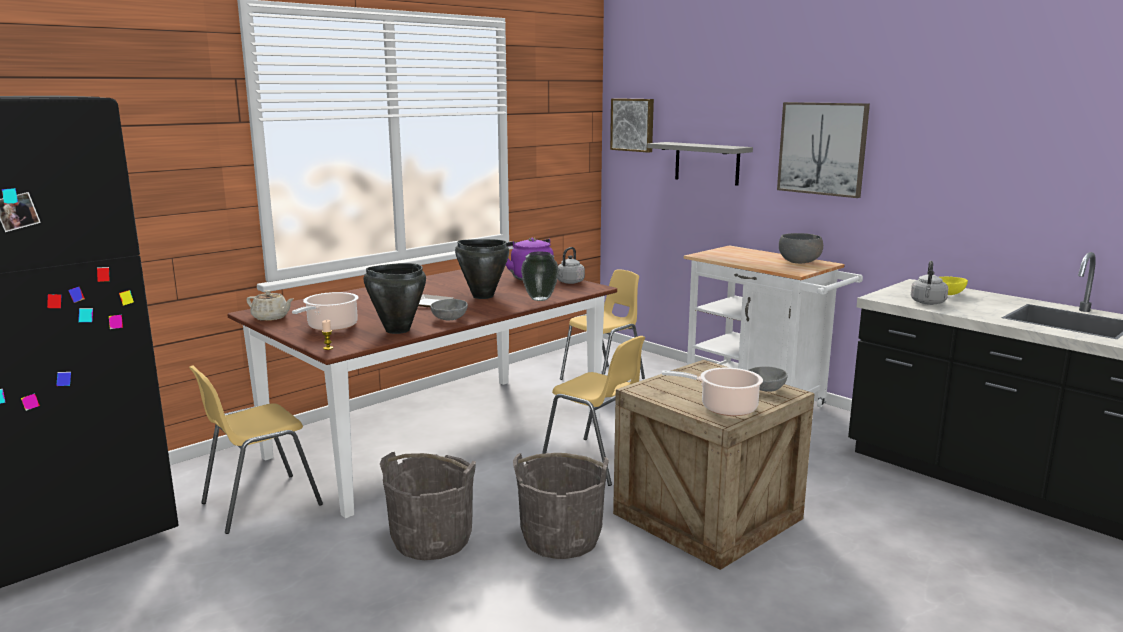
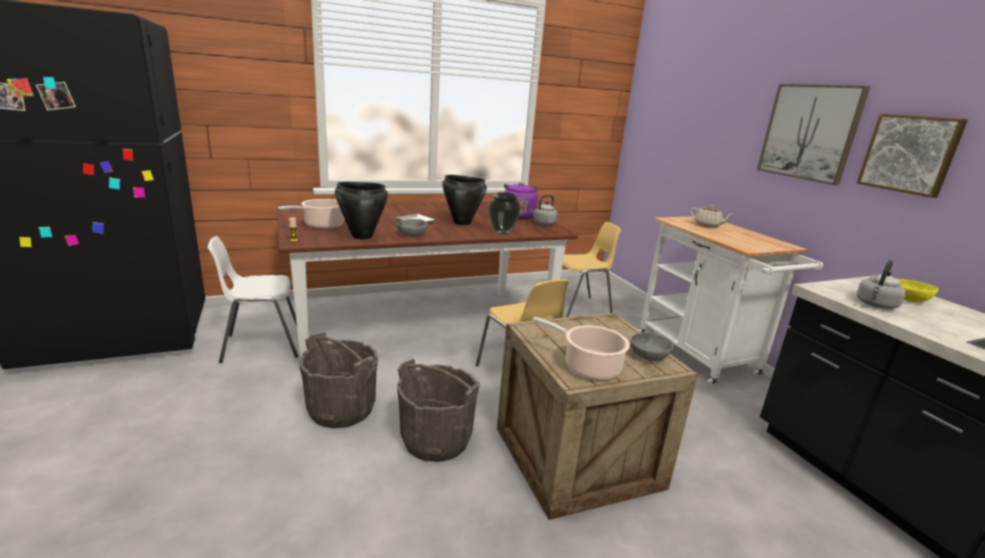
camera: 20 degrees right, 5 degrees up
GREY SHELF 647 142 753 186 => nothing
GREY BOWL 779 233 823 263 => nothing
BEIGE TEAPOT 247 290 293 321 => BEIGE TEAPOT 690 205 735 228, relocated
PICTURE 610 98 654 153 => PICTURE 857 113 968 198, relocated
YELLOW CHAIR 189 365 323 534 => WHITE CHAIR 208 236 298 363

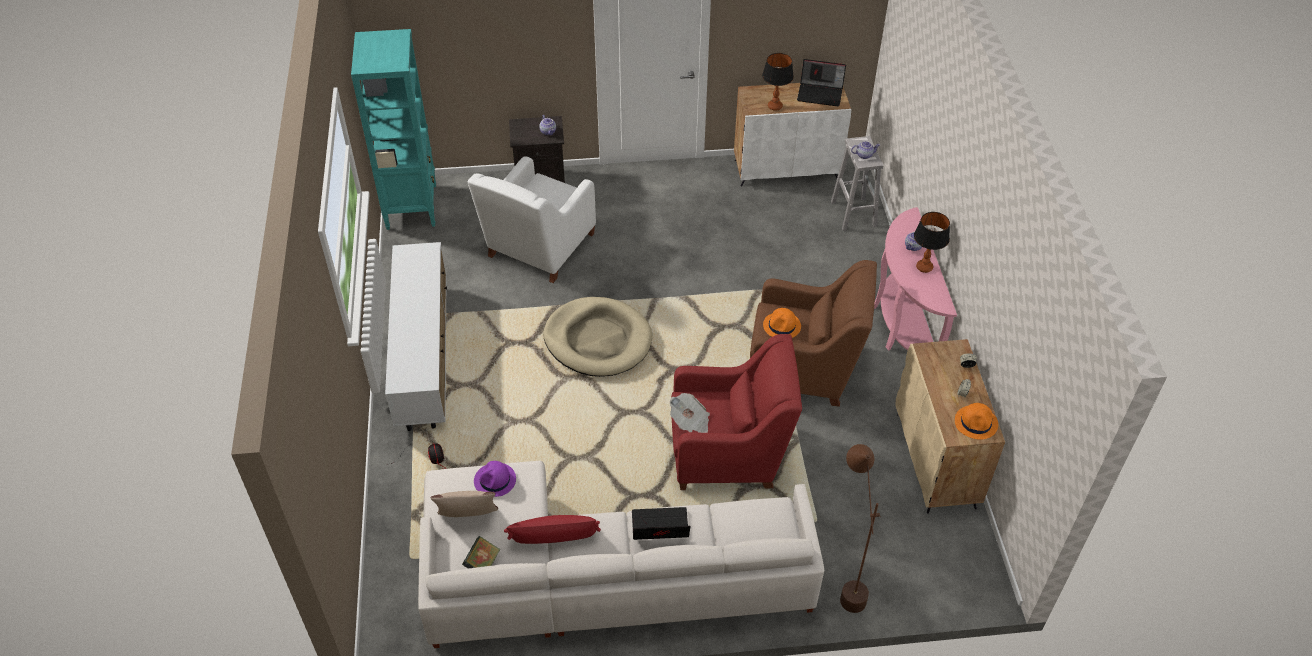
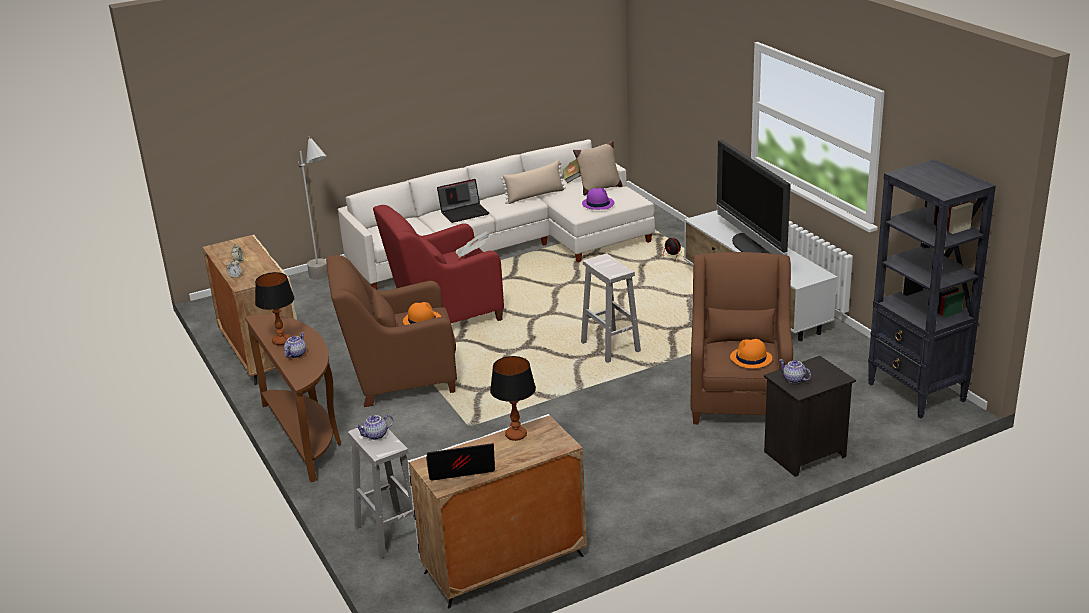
camera: 160 degrees right, 20 degrees down
nothing => TELEVISION 717 140 791 255
ORANGE HAT 955 403 998 440 => ORANGE HAT 730 339 772 368, relocated
BEIGE DOG BED 543 297 652 377 => WHITE STOOL 581 253 641 363
TURQUOISE BOOKCASE 351 29 436 230 => BLACK BOOKCASE 868 159 996 419
WHITE ARMCHAIR 468 156 596 283 => BROWN ARMCHAIR 691 252 793 424
RED PILLOW 504 515 601 544 => BEIGE PILLOW 500 160 566 204
BROWN FLOOR LAMP 840 444 881 613 => GREY FLOOR LAMP 298 136 328 280
PINK CONSOLE TABLE 874 207 957 351 => BROWN CONSOLE TABLE 245 315 341 482

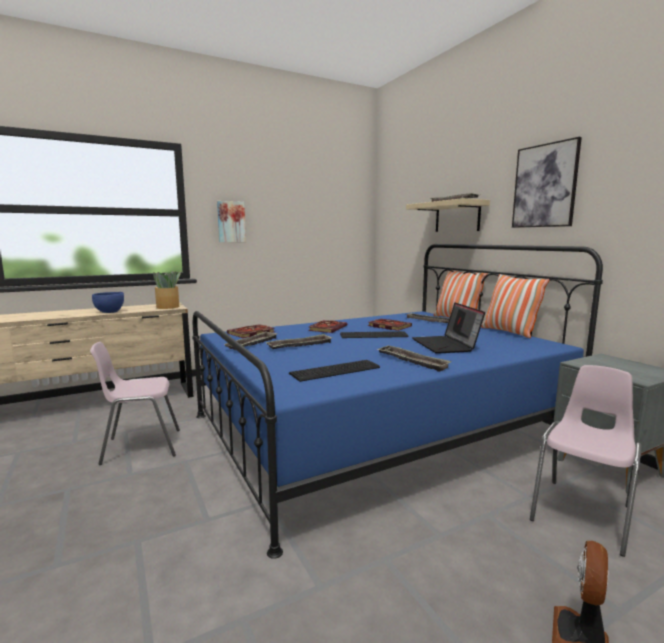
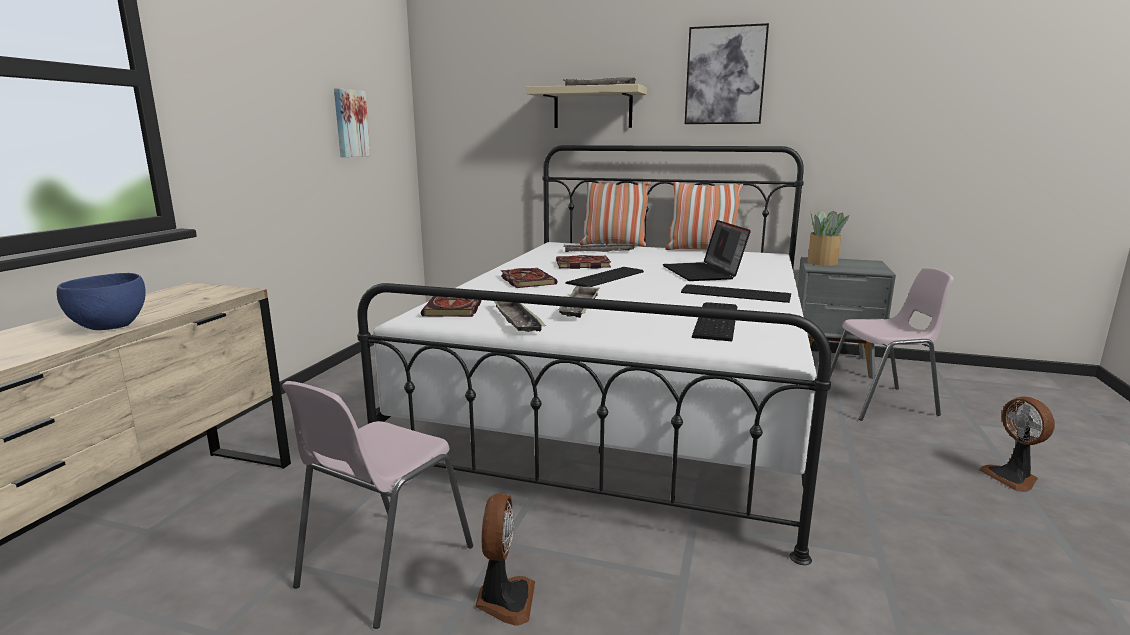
camera: 45 degrees left, 5 degrees up
nothing => FAN 475 493 535 626
POTTED PLANT 153 271 181 309 => POTTED PLANT 807 210 849 266, relocated
PICTURE 217 201 246 242 => PICTURE 334 88 371 157, relocated
TRAY 377 346 452 372 => KEYBOARD 681 284 791 303
BLUE BED 192 244 603 559 => WHITE BED 357 145 831 565
LAPTOP 412 303 485 354 => LAPTOP 663 220 751 281, 45 degrees clockwise
PINK CHAIR 530 365 641 557 => PINK CHAIR 829 268 954 421, 90 degrees clockwise

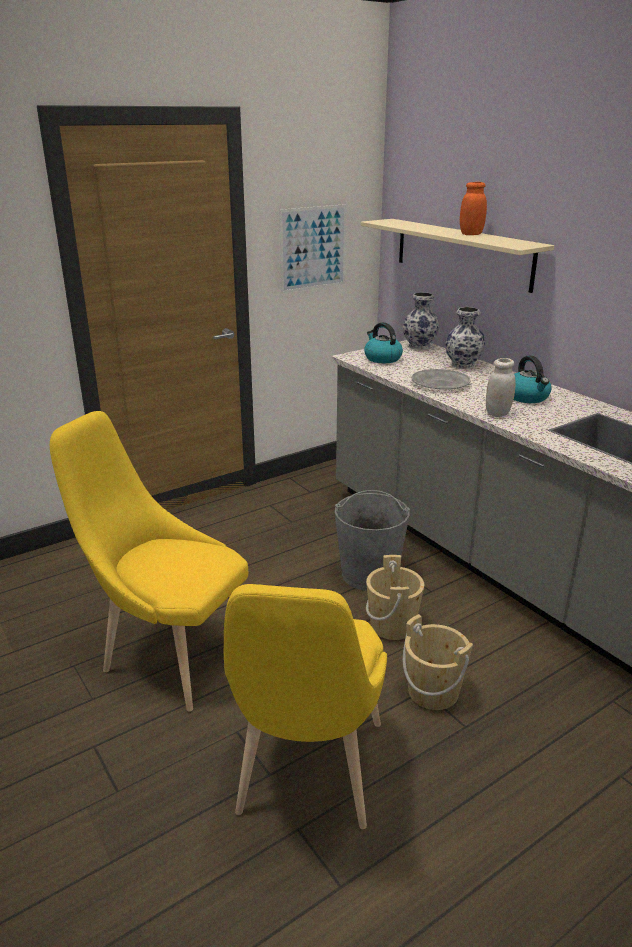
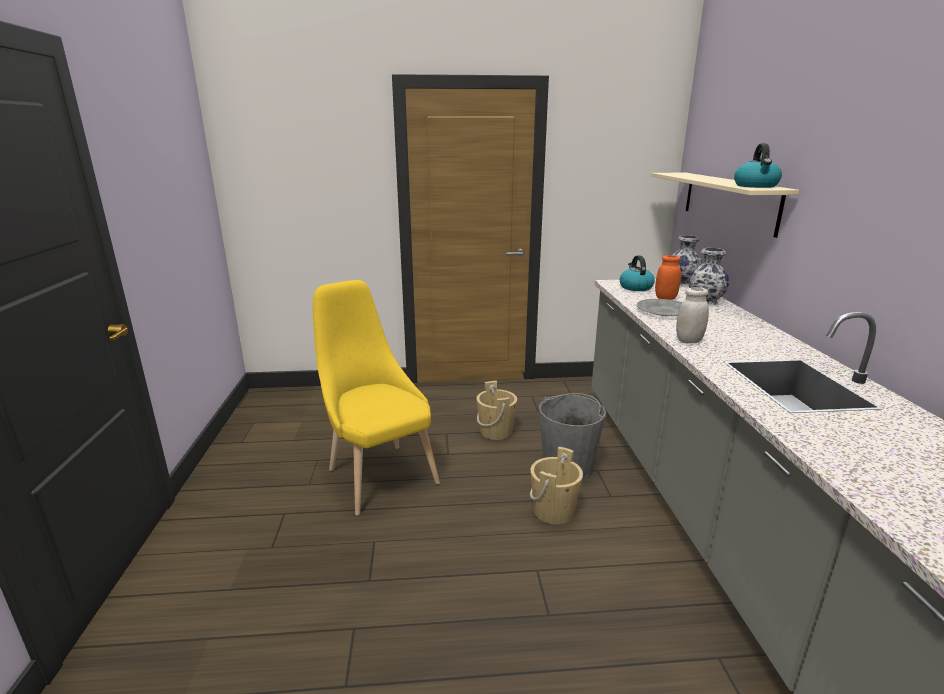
camera: 30 degrees right, 5 degrees down
YELLOW CHAIR 224 584 387 829 => nothing
PICTURE 279 204 346 293 => nothing
BEIGE BUCKET 403 614 473 710 => BEIGE BUCKET 476 381 517 440, relocated
ORANGE JAR 460 182 487 235 => ORANGE JAR 655 255 681 300, relocated
KETTLE 514 356 552 403 => KETTLE 734 143 782 188, relocated

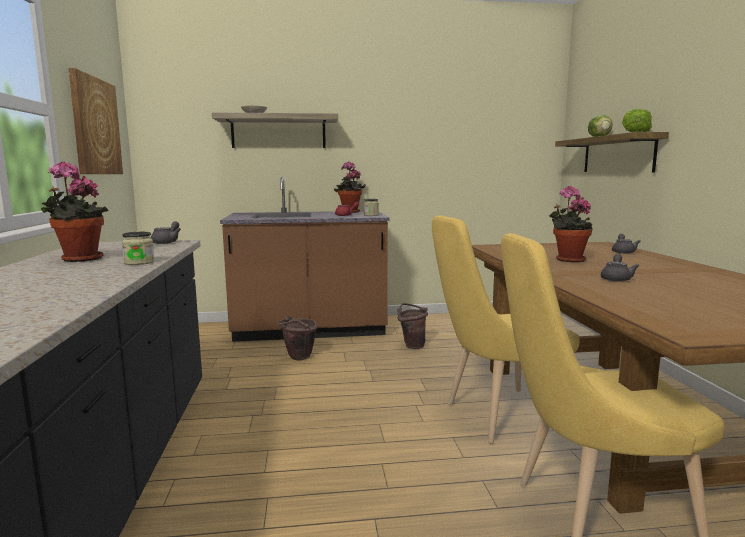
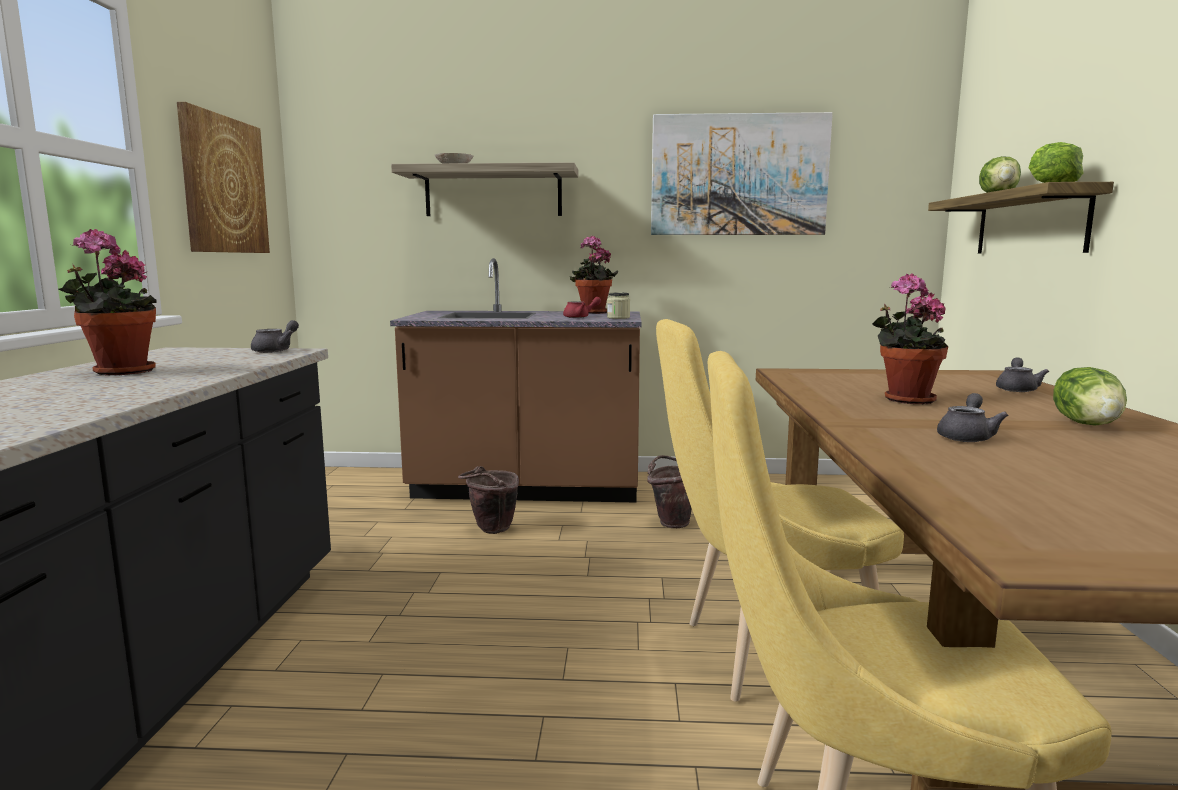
camera: 10 degrees right, 0 degrees up
JAR 122 232 154 265 => nothing
nothing => PICTURE 651 112 833 235
nothing => LETTUCE 1053 367 1127 425

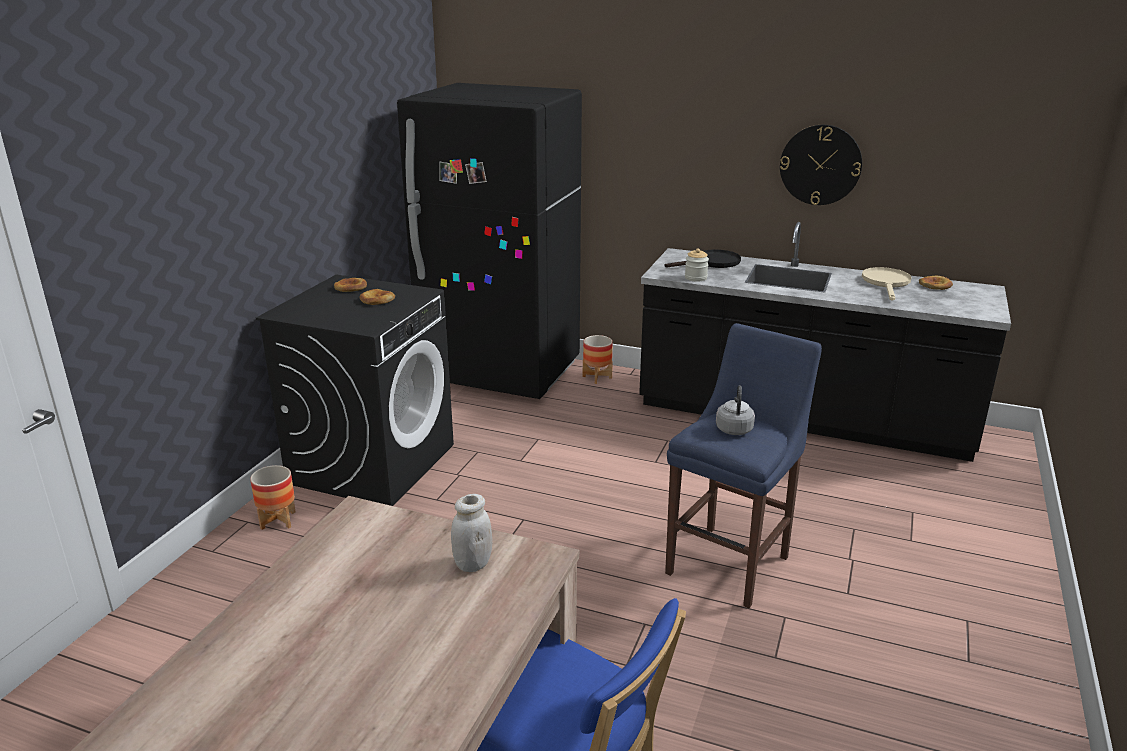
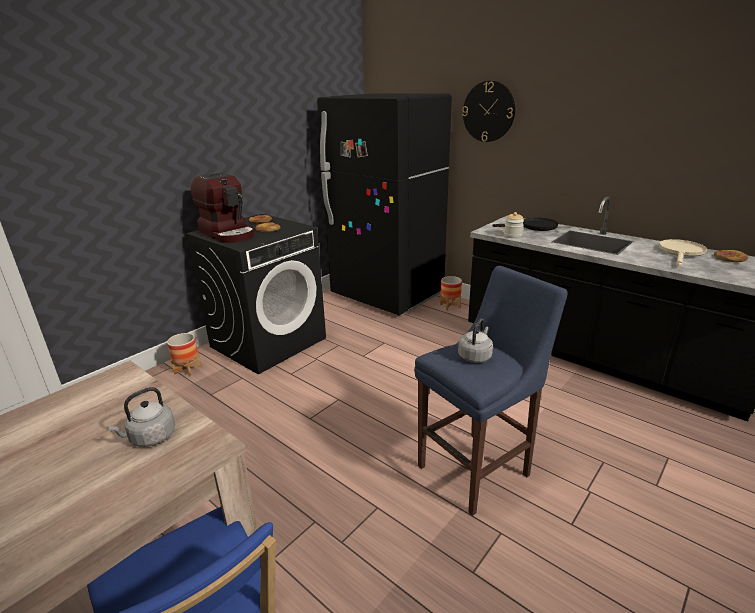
camera: 20 degrees right, 0 degrees up
nothing => COFFEE MACHINE 191 173 255 243
WALL CLOCK 780 125 862 205 => WALL CLOCK 462 81 515 142, relocated
WHITE JAR 451 494 492 572 => GREY KETTLE 107 387 175 447

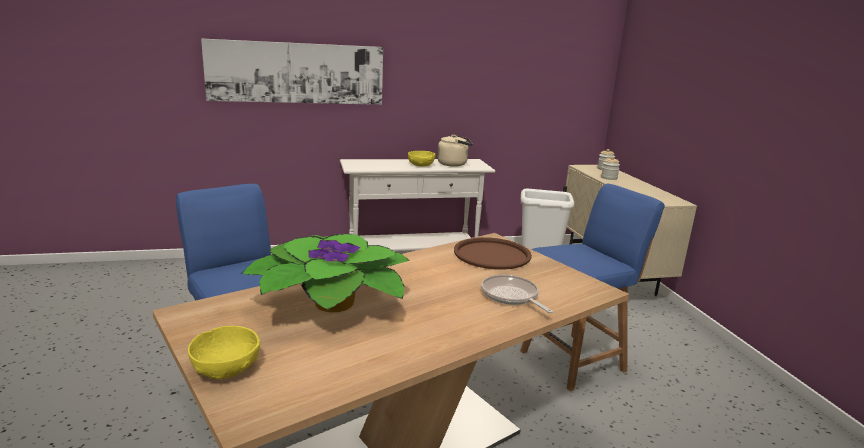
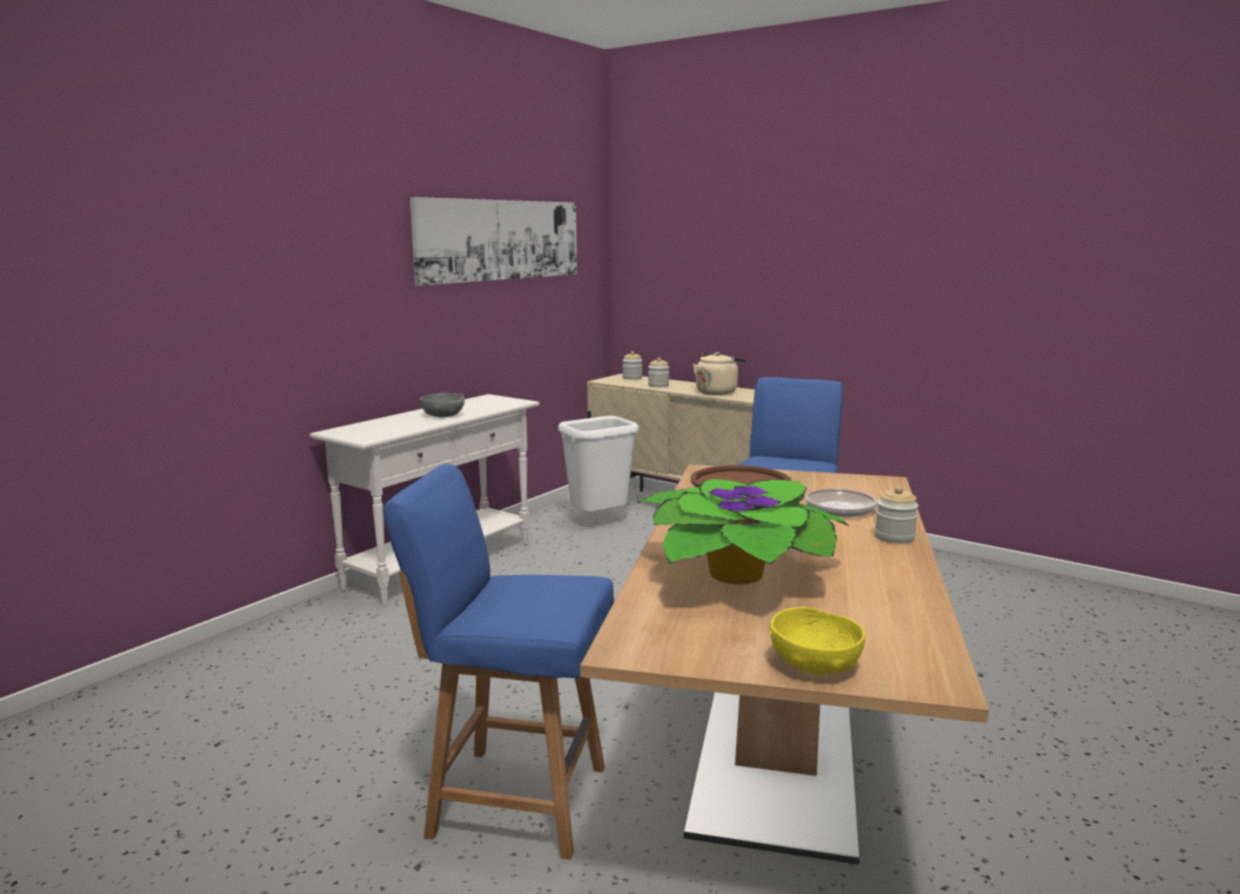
camera: 40 degrees left, 5 degrees down
nothing => JAR 875 486 919 544
PICTURE 201 39 383 105 => PICTURE 410 197 577 286, relocated
BEIGE KETTLE 437 134 473 167 => BEIGE KETTLE 693 352 746 395, relocated
YELLOW BOWL 408 151 435 167 => GREY BOWL 420 392 465 417

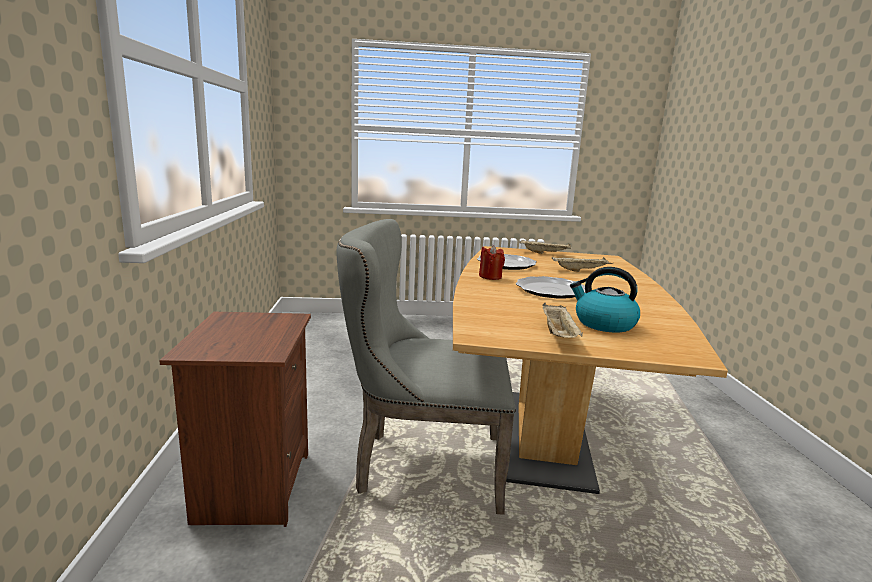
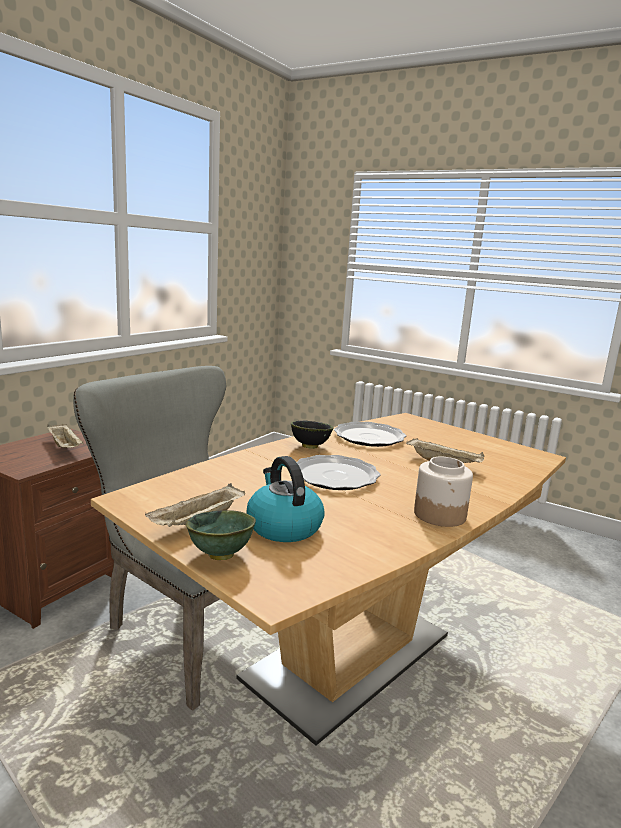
camera: 35 degrees right, 0 degrees up
nothing => GREEN BOWL 186 510 256 560
nothing => JAR 414 457 473 527
BEIGE TRAY 519 240 571 254 => BEIGE TRAY 47 424 84 448, relocated
RED CANDLE 479 245 505 280 => BLACK BOWL 291 421 334 449

